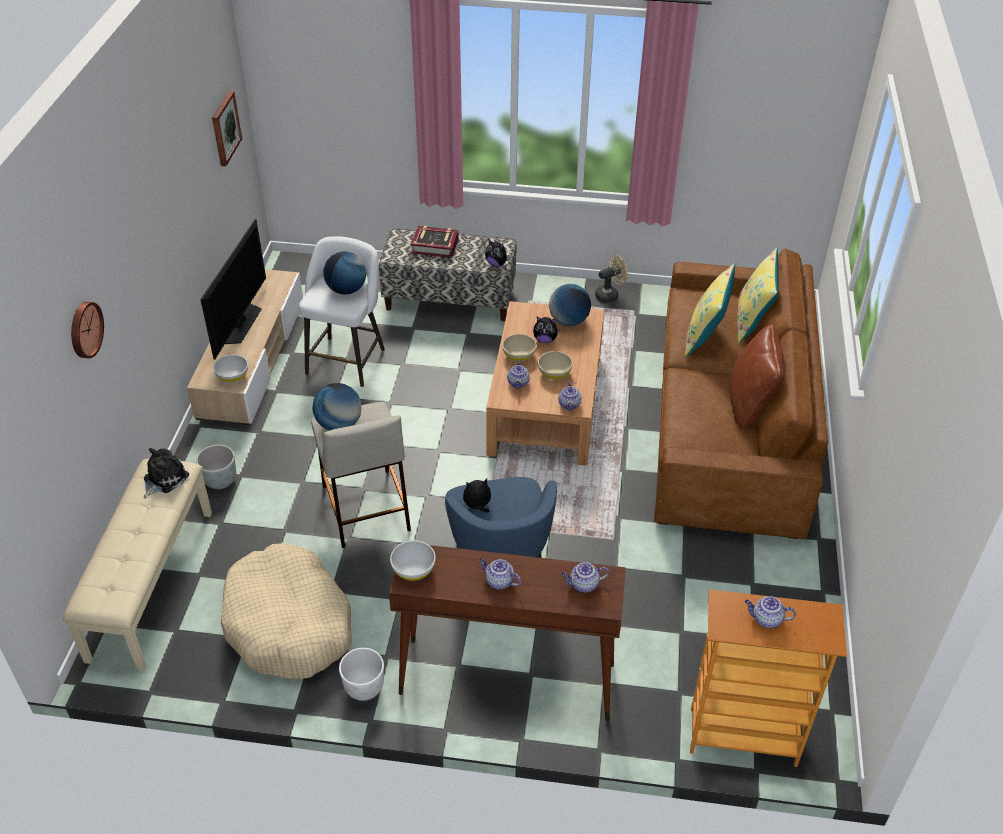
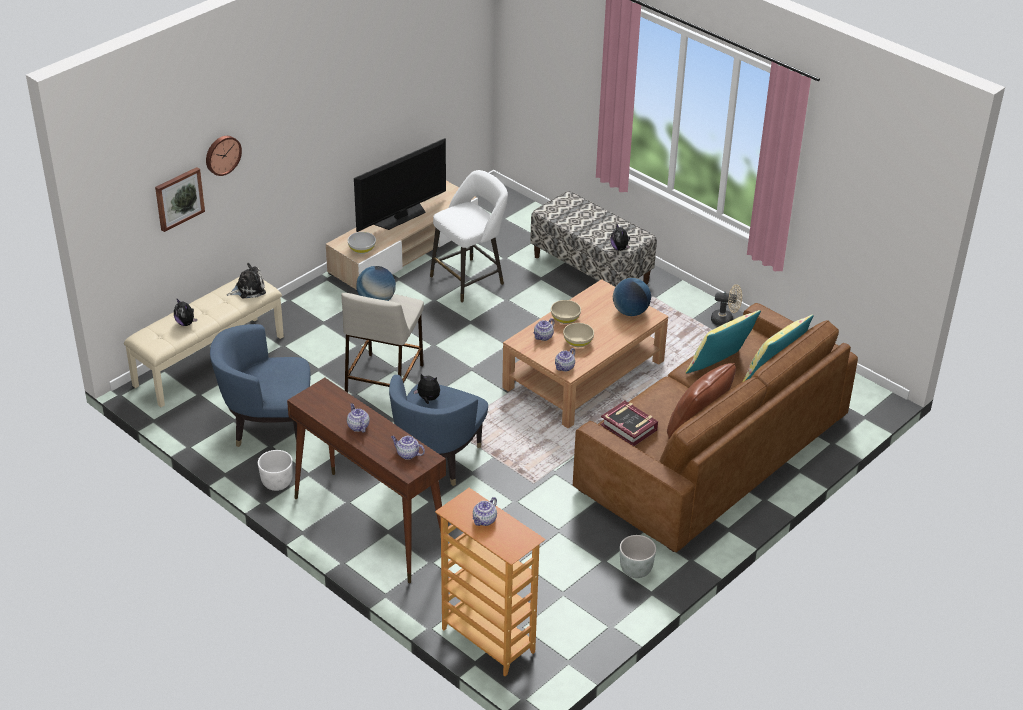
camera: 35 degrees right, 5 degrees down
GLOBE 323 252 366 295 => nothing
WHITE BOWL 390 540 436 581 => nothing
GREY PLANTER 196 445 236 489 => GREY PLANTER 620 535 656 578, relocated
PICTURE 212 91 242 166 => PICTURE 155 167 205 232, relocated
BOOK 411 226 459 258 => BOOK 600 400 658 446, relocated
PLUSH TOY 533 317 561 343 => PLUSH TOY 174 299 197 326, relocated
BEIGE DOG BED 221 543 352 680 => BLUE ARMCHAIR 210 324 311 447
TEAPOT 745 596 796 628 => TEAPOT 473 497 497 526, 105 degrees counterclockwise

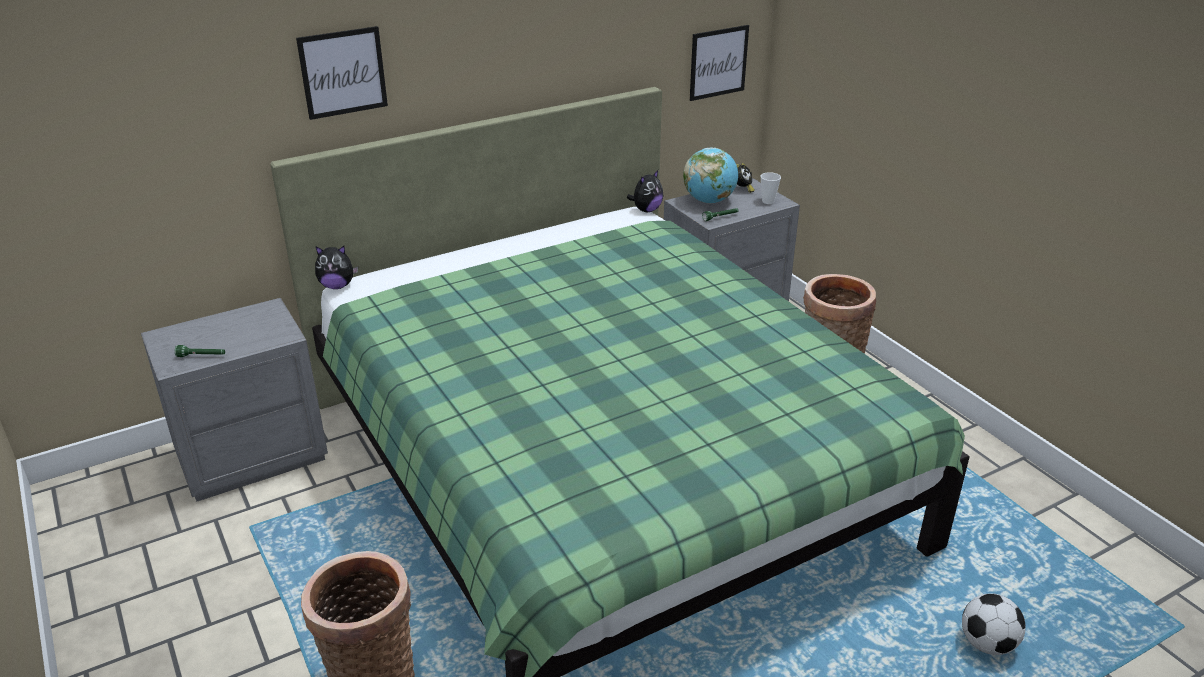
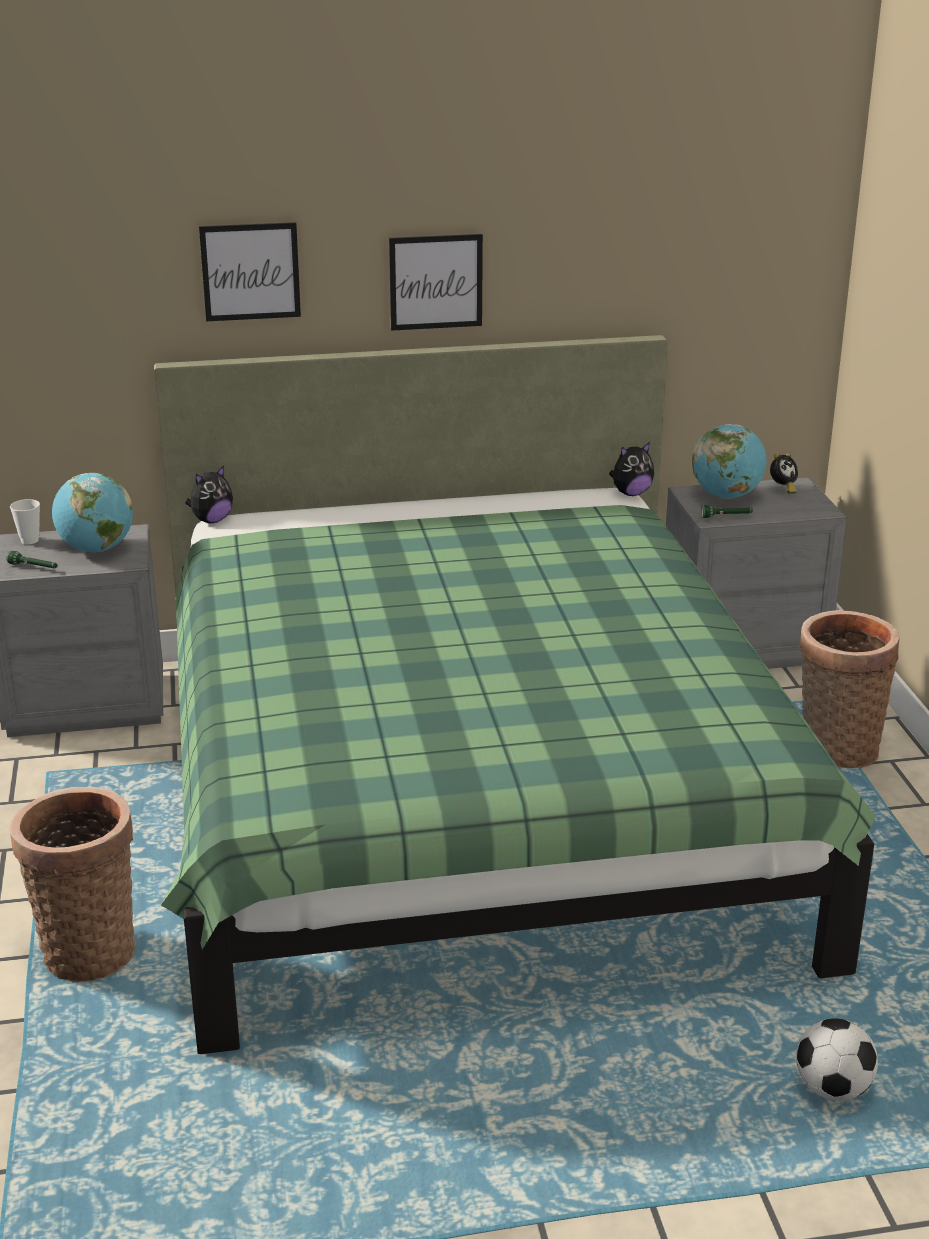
camera: 20 degrees right, 5 degrees down
nothing => GLOBE 52 473 133 552
PICTURE 690 25 749 101 => PICTURE 389 234 483 331, relocated
CUP 760 172 781 204 => CUP 10 499 40 544, relocated
PLUSH TOY 315 246 358 289 => PLUSH TOY 185 465 233 523, 60 degrees counterclockwise

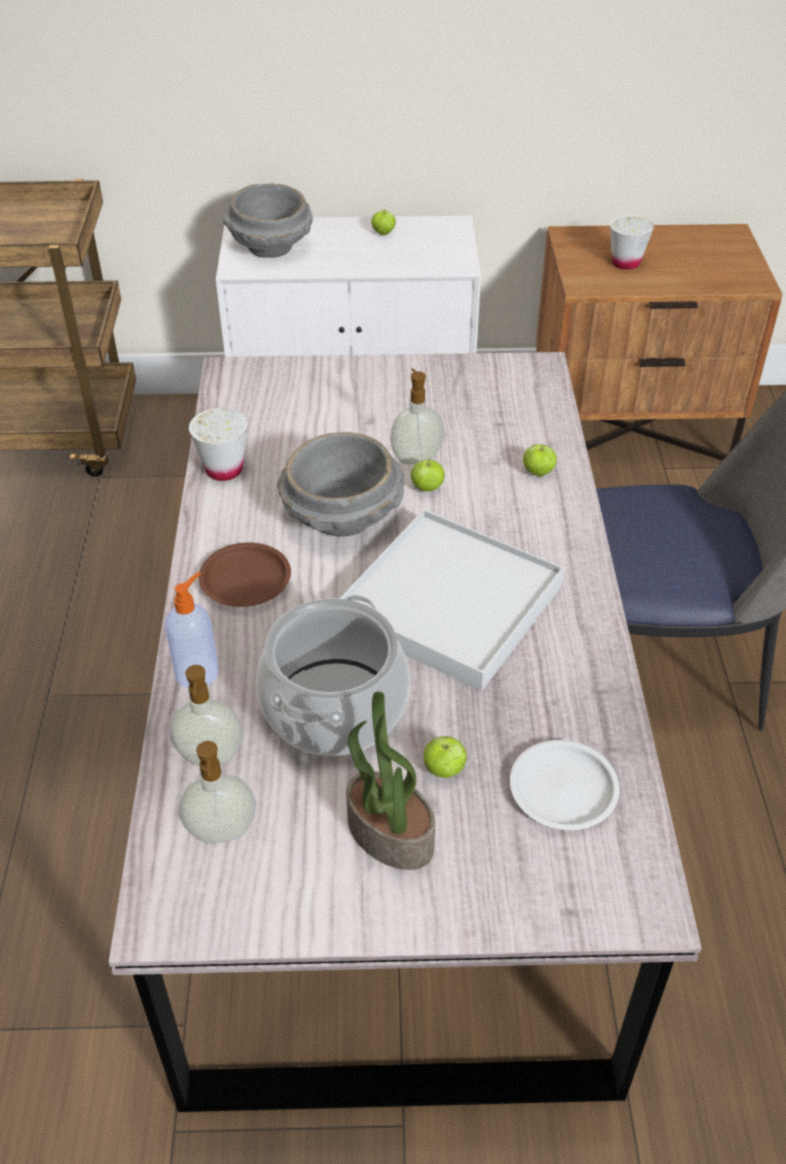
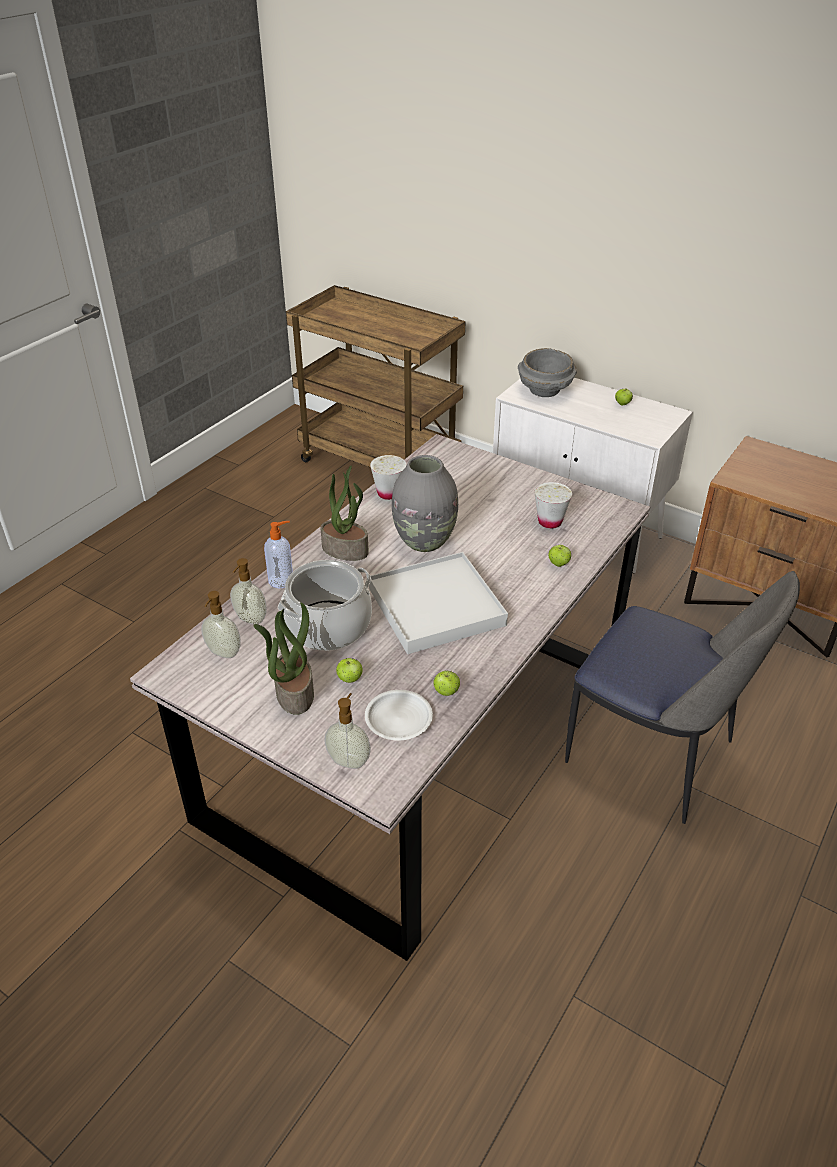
camera: 35 degrees right, 5 degrees down
SOAP DISPENSER 390 369 444 465 => SOAP DISPENSER 324 693 371 769, relocated
APPLE 410 456 445 492 => APPLE 434 670 460 696, relocated
WHITE CUP 610 215 654 270 => WHITE CUP 534 482 572 529, relocated
BROWN PLATE 198 543 291 607 => POTTED PLANT 320 466 369 561
GREY BOWL 277 432 404 537 => GREY VASE 392 455 458 552

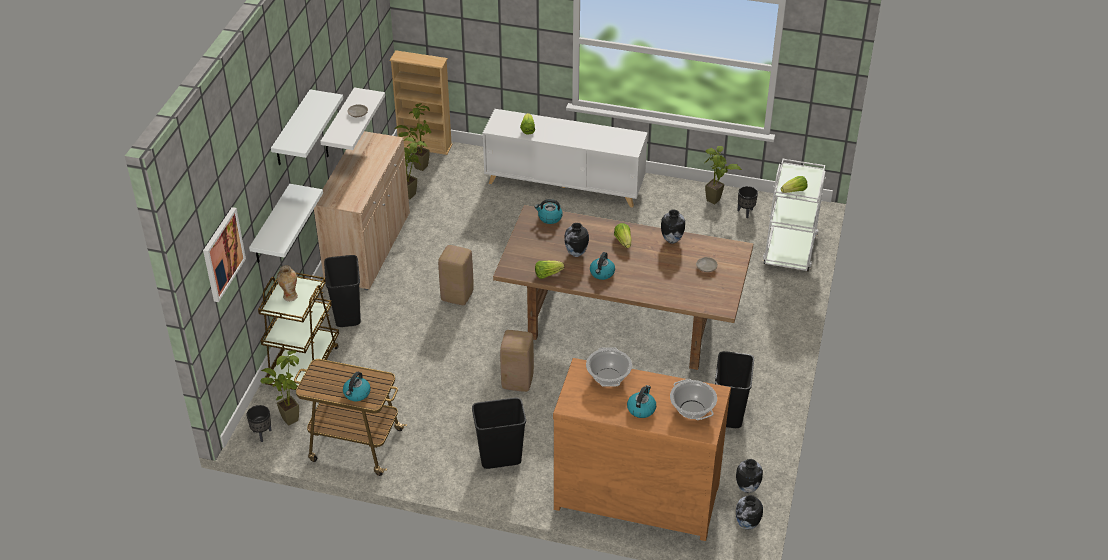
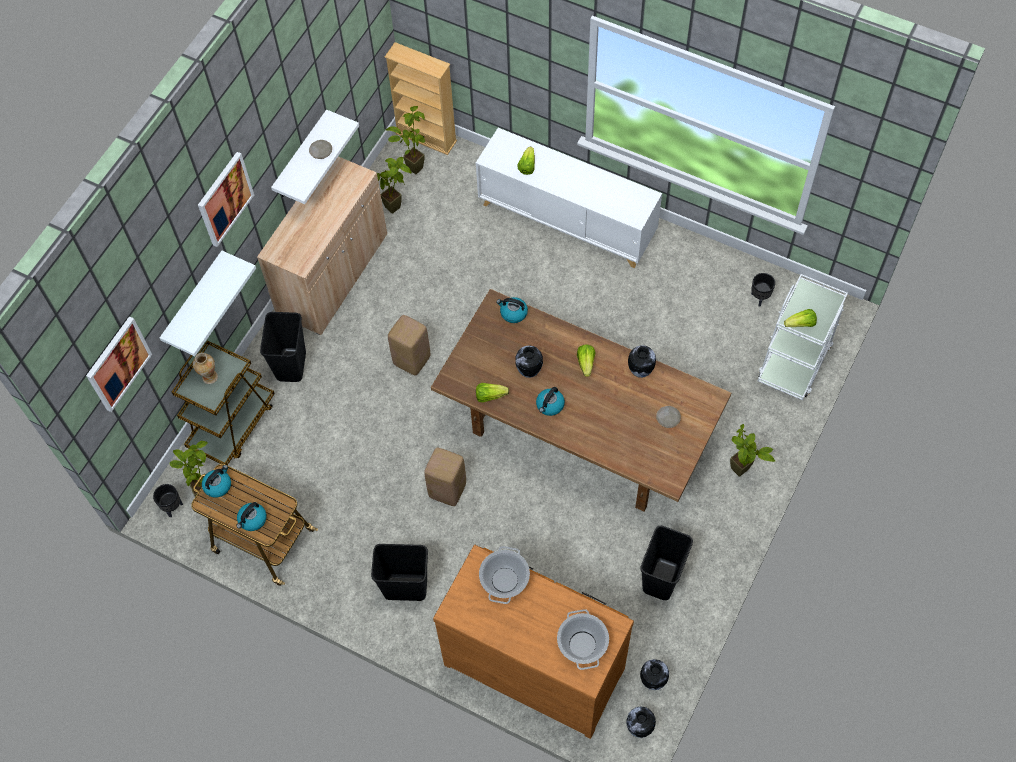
camera: 15 degrees right, 20 degrees up
KETTLE 627 385 656 418 => KETTLE 202 465 231 498, relocated
POTTED PLANT 705 146 742 204 => POTTED PLANT 730 424 775 477, relocated
WHITE SHELF 271 90 343 165 => PICTURE 198 152 254 247

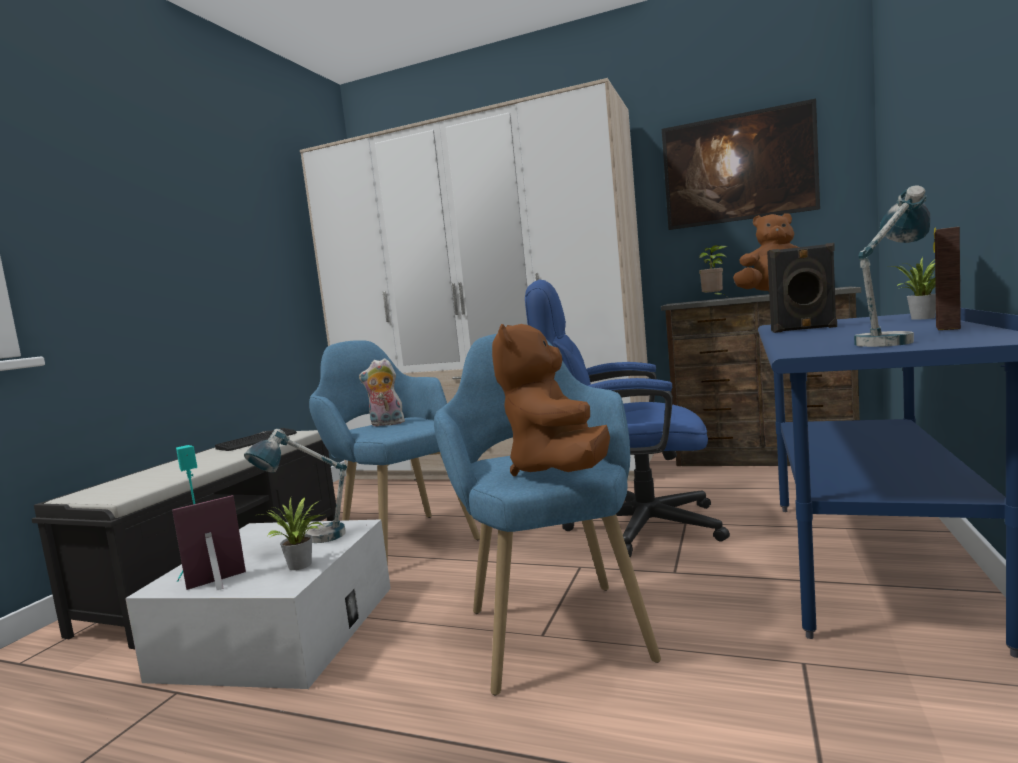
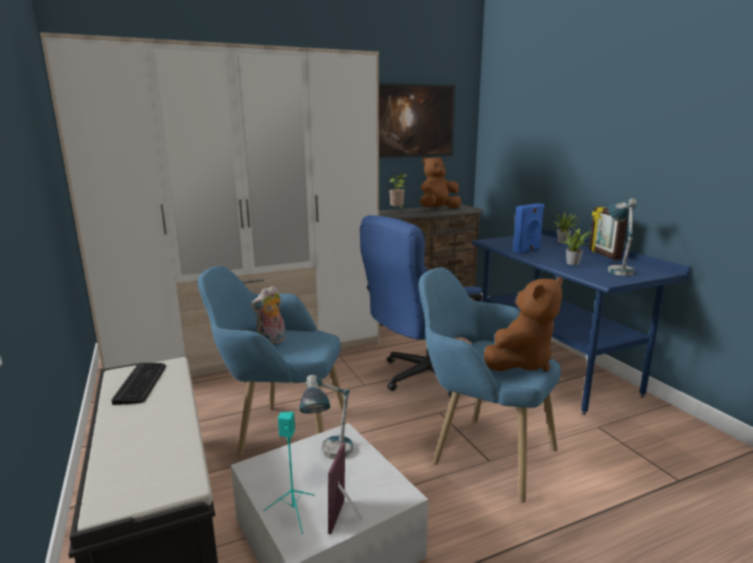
camera: 45 degrees left, 10 degrees up
POTTED PLANT 258 497 323 570 => POTTED PLANT 562 228 591 265, relocated
BLACK SPEAKER 767 243 837 333 => BLUE SPEAKER 513 204 544 254
BROWN PLUSH TOY 492 324 610 476 => BROWN PLUSH TOY 484 277 563 372, 90 degrees counterclockwise

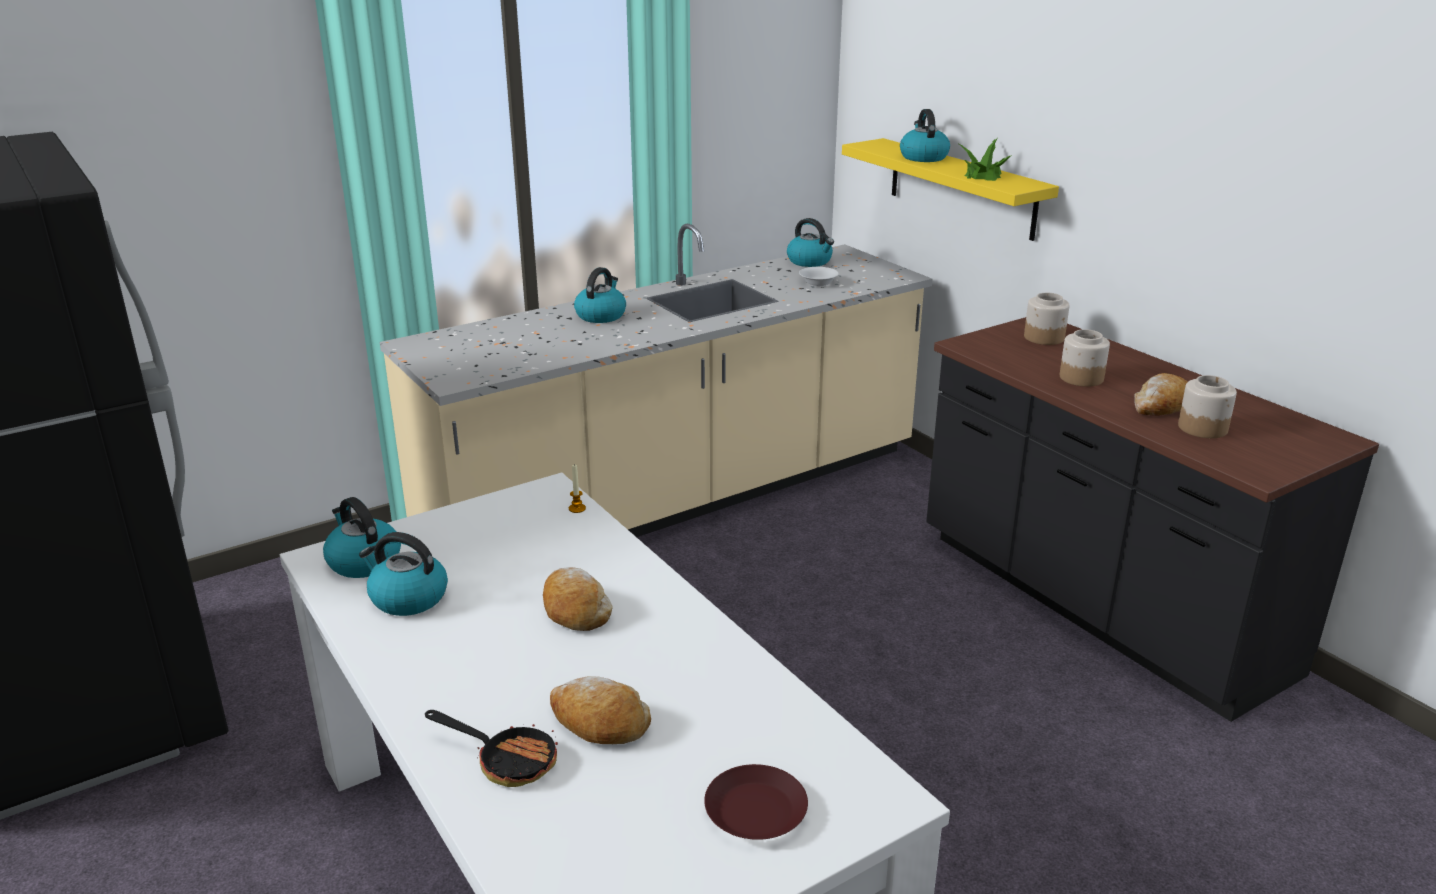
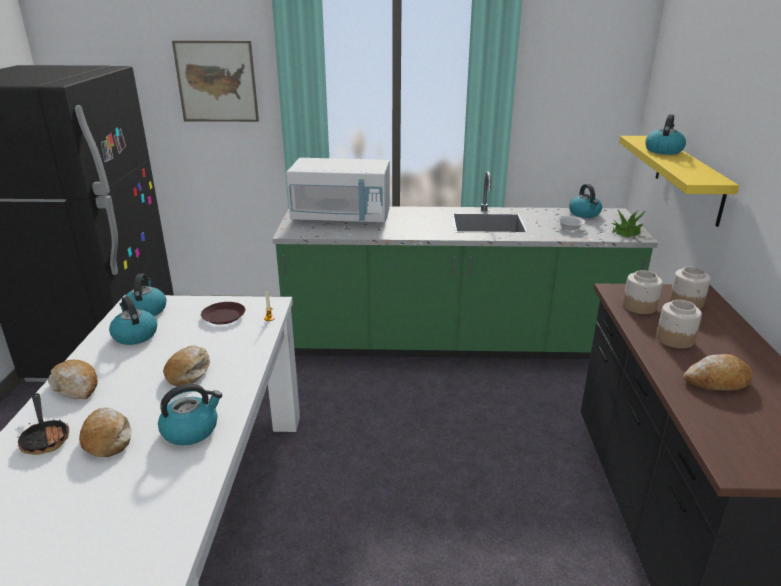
camera: 35 degrees right, 0 degrees up
nothing => BREAD 48 360 98 399
nothing => PICTURE 172 40 259 122
nothing => WHITE MICROWAVE 286 158 390 223
KETTLE 574 267 626 323 => KETTLE 158 384 222 446, relocated
BROWN PLATE 704 764 808 840 => BROWN PLATE 201 302 245 325, relocated
POTTED PLANT 959 138 1012 181 => POTTED PLANT 612 209 645 238, relocated
JAR 1178 375 1237 438 => JAR 623 270 663 314, relocated
BEIGE COUNTER 380 224 932 537 => GREEN COUNTER 273 171 658 359

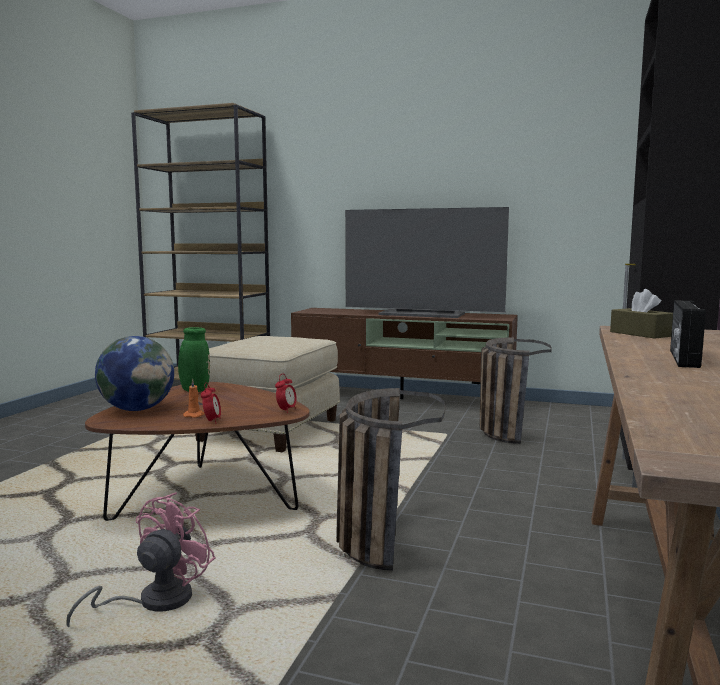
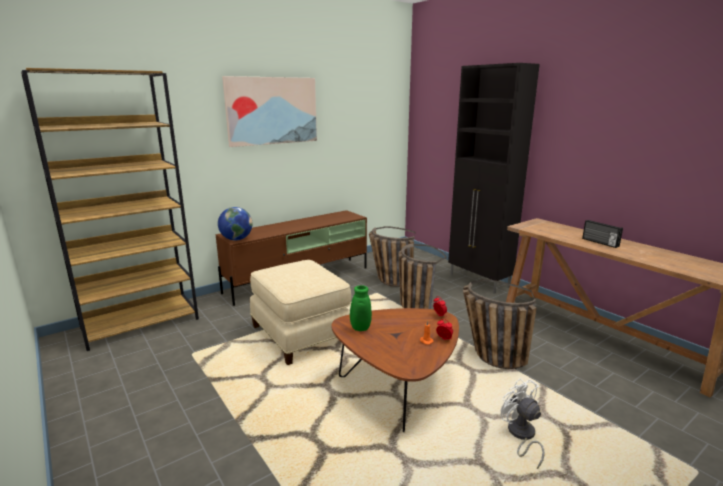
camera: 55 degrees left, 10 degrees up
TELEVISION 345 207 509 318 => nothing
BROWN TISSUE BOX 610 289 673 339 => nothing
nothing => PICTURE 222 76 317 147
nothing => BASKET 398 244 446 309
GLOBE 95 336 174 411 => GLOBE 218 207 252 240, relocated
PINK FAN 66 492 215 627 => WHITE FAN 501 378 544 469

